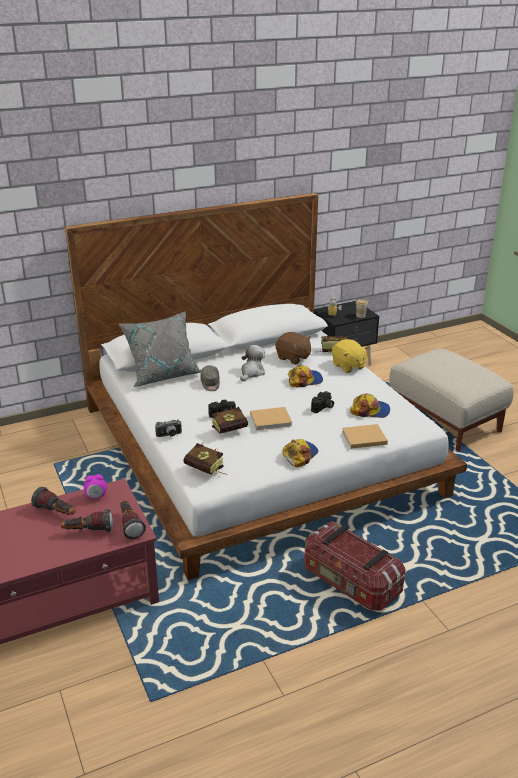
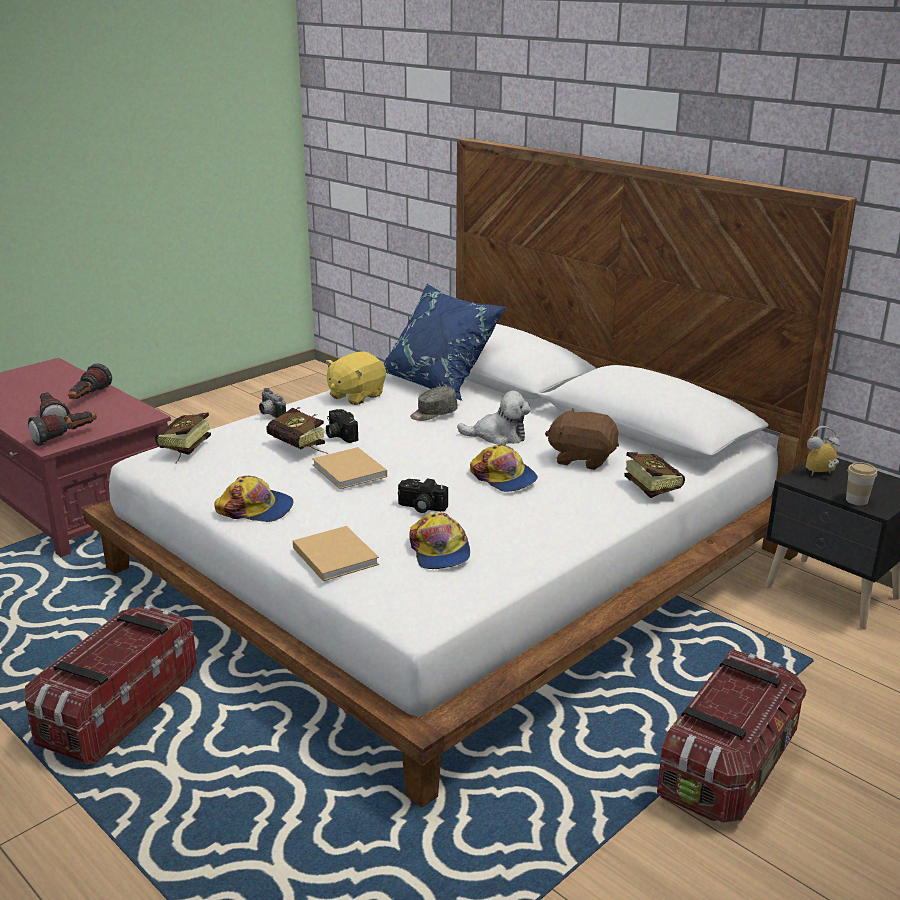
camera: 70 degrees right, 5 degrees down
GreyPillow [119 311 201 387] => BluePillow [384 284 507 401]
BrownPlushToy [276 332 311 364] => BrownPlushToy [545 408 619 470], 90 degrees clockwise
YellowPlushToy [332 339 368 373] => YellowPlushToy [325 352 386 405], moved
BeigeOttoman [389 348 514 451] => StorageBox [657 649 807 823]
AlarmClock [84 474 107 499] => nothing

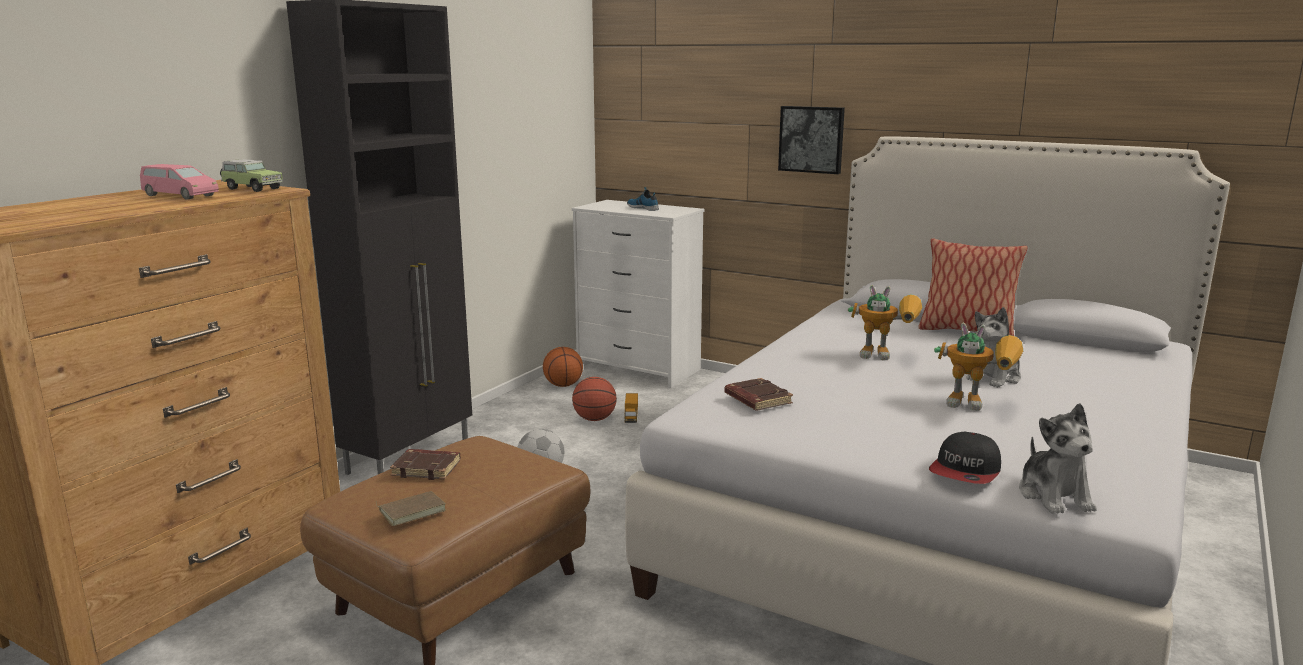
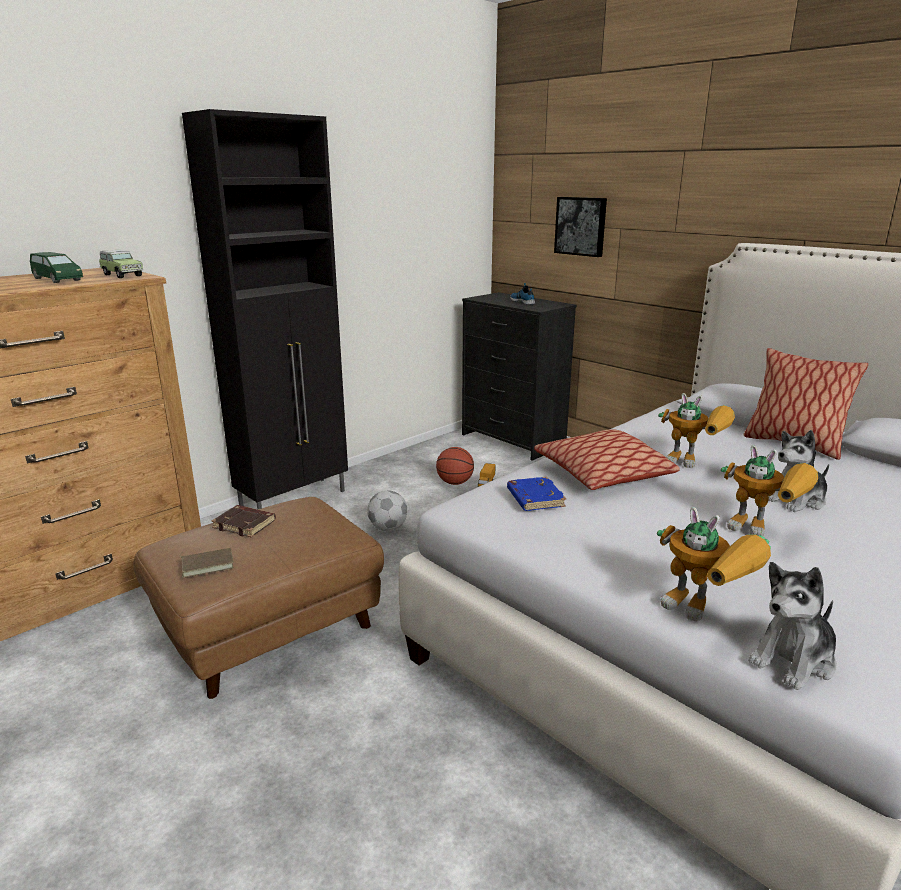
camera: 15 degrees right, 5 degrees up
Picture [778 106 845 174] => Picture [554 197 607 257], moved
PinkToyCar [140 164 219 200] => GreenToyCar [30 252 83 283]
WhiteDresser [572 200 705 388] => BlackDresser [462 292 577 461]
Basketball [543 347 583 387] => nothing
BrownBook [725 378 793 410] => BlueBook [507 477 566 511]
PlushToy [1019 403 1097 514] => PlushToy [748 562 837 690], 45 degrees clockwise
Cap [929 432 1001 484] => ToyRobot [657 507 771 622]
nothing => Pillow [534 429 680 490]

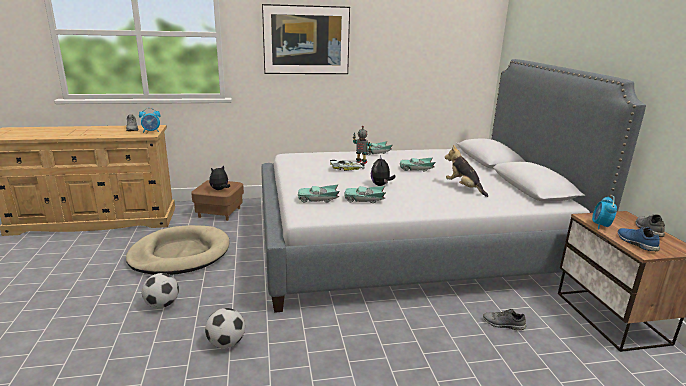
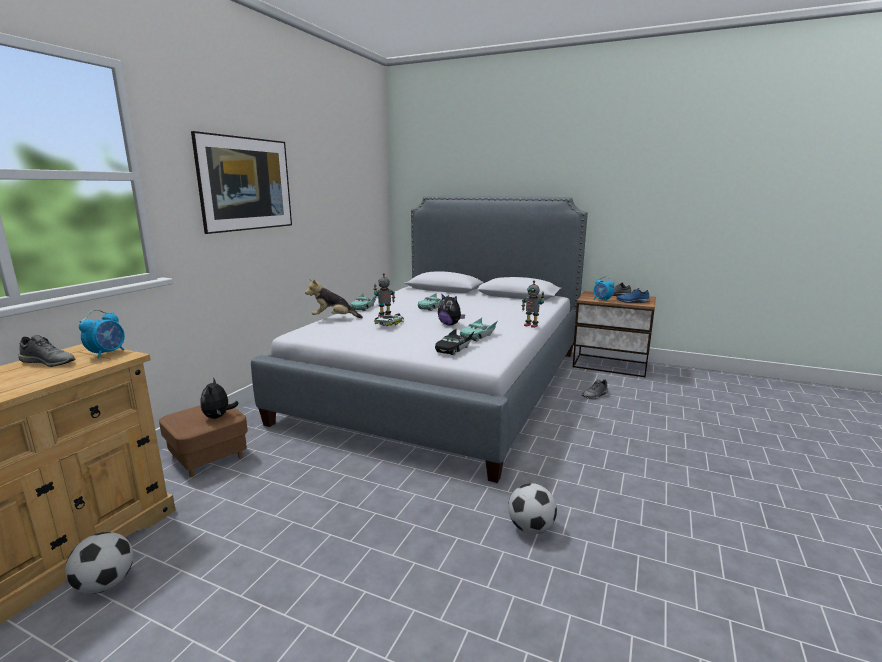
camera: 55 degrees left, 5 degrees down
PlushToy [445 145 488 197] => PlushToy [305 279 363 318], moved
TurquoiseToyCar [298 184 340 203] => BlackToyCar [435 328 474 355]
BeigeDogBed [126 225 229 275] => nothing
Football [142 273 179 308] => Football [65 532 133 594], moved
nothing => ToyRobot [522 280 545 328]

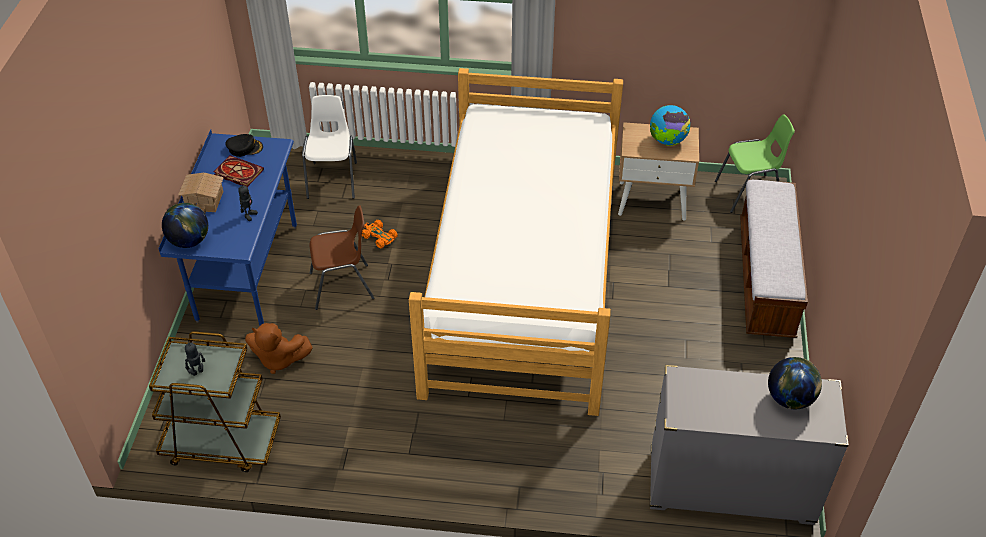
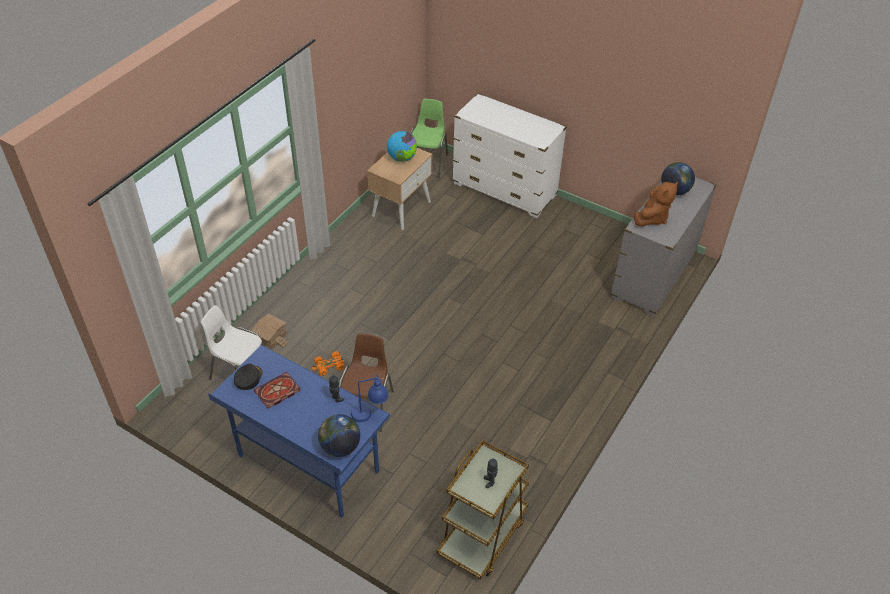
camera: 65 degrees left, 0 degrees up
Bed [409 68 623 416] => nothing
ToyHouse [178 173 224 213] => ToyHouse [251 314 288 349], moved
Bench [740 179 808 338] => WhiteDresser [452 93 567 218]
BrownPlushToy [245 323 313 374] => BrownPlushToy [634 182 678 226], moved
nothing => BlueTableLamp [351 375 388 422]

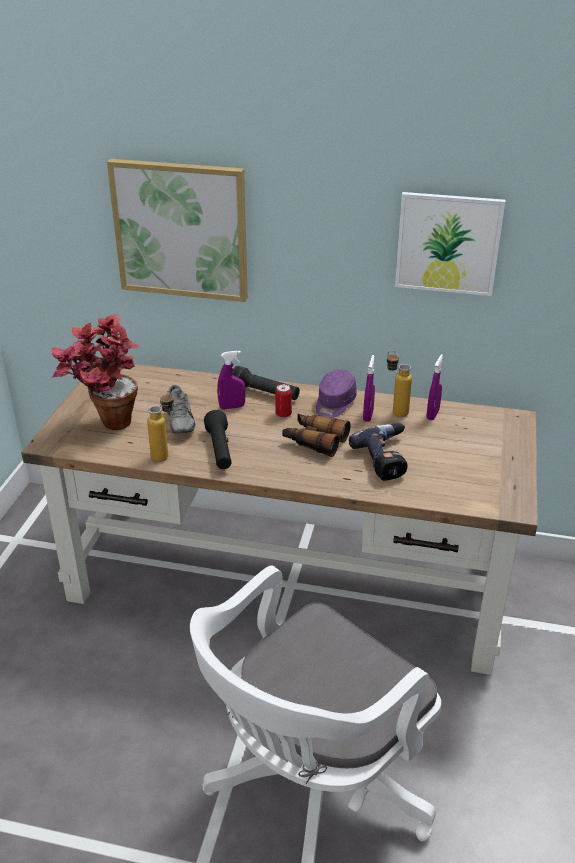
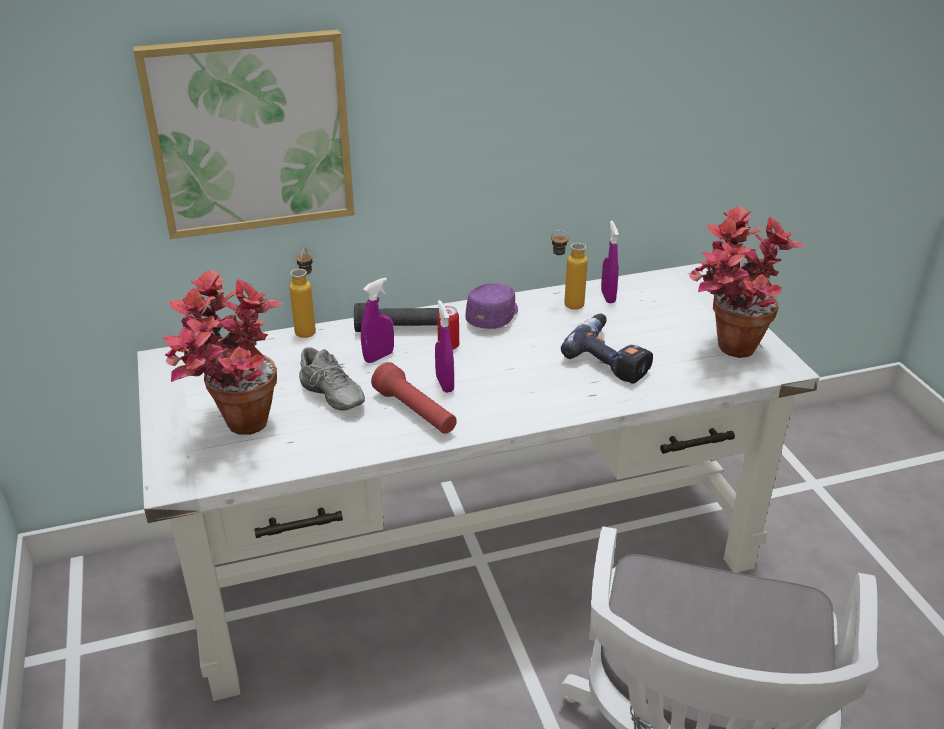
camera: 30 degrees left, 0 degrees up
Picture [395 192 505 296] => nothing
PurpleSprayBottle [363 355 375 422] => PurpleSprayBottle [435 300 454 393], moved
BrownDesk [21 364 537 675] => WhiteDesk [137 263 820 701]
PurpleCap [316 369 357 418] => PurpleCap [466 283 518 329], 150 degrees counterclockwise
Bottle [147 391 173 462] => Bottle [289 248 316 338], moved
BlackFlashlight [204 410 232 469] => RedFlashlight [371 362 457 434]
Binoculars [282 414 350 457] => nothing
nothing => PottedPlant [689 207 805 358]

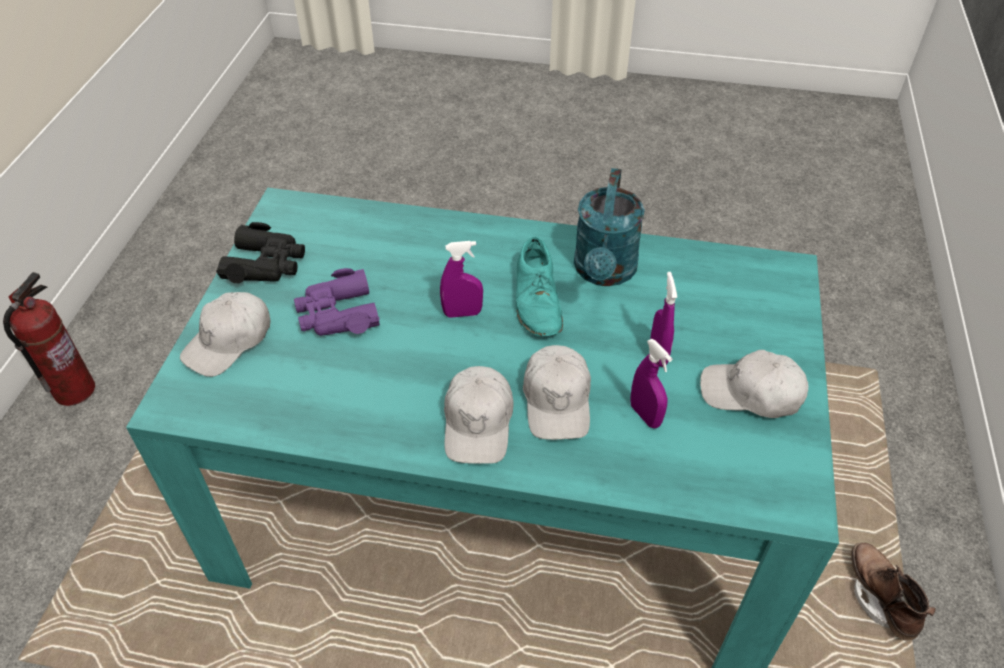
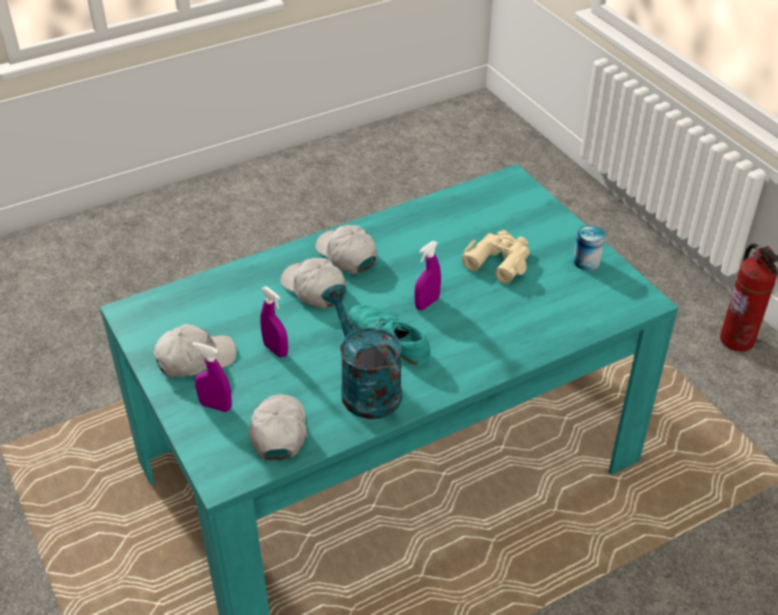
camera: 140 degrees right, 5 degrees down
BlackBinoculars [216 222 305 283] => Can [573 225 605 271]
PurpleBinoculars [294 268 380 336] => BeigeBinoculars [462 230 530 284]
WhiteCap [180 292 270 377] => WhiteCap [249 394 307 461], moved
PurpleSprayBottle [630 339 672 429] => PurpleSprayBottle [192 342 232 412], moved
BrownBoot [851 542 936 640] => nothing

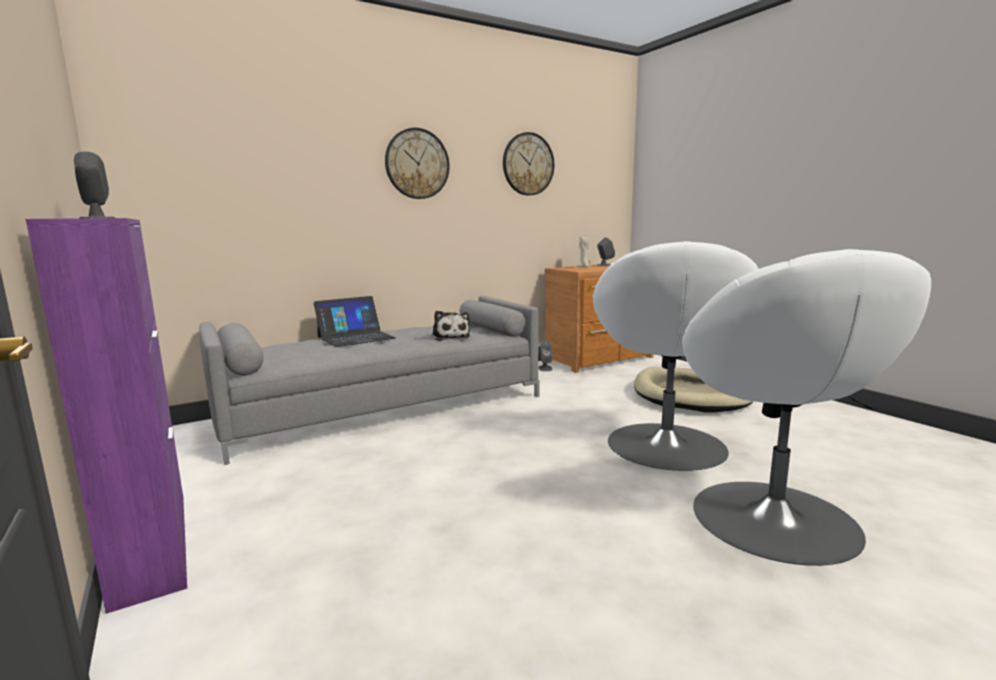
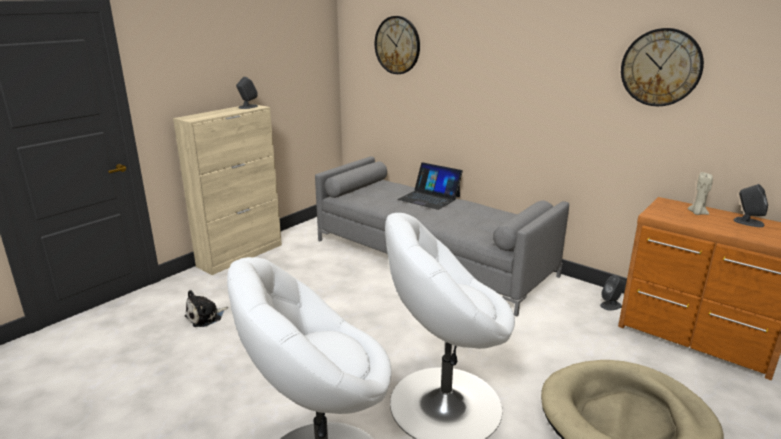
camera: 70 degrees right, 10 degrees up
WallClock [385 128 450 199] => WallClock [375 16 420 74], moved
PurpleCabinet [25 218 187 614] => BeigeCabinet [173 104 282 275]
PlushToy [432 311 470 341] => PlushToy [185 290 228 327], moved

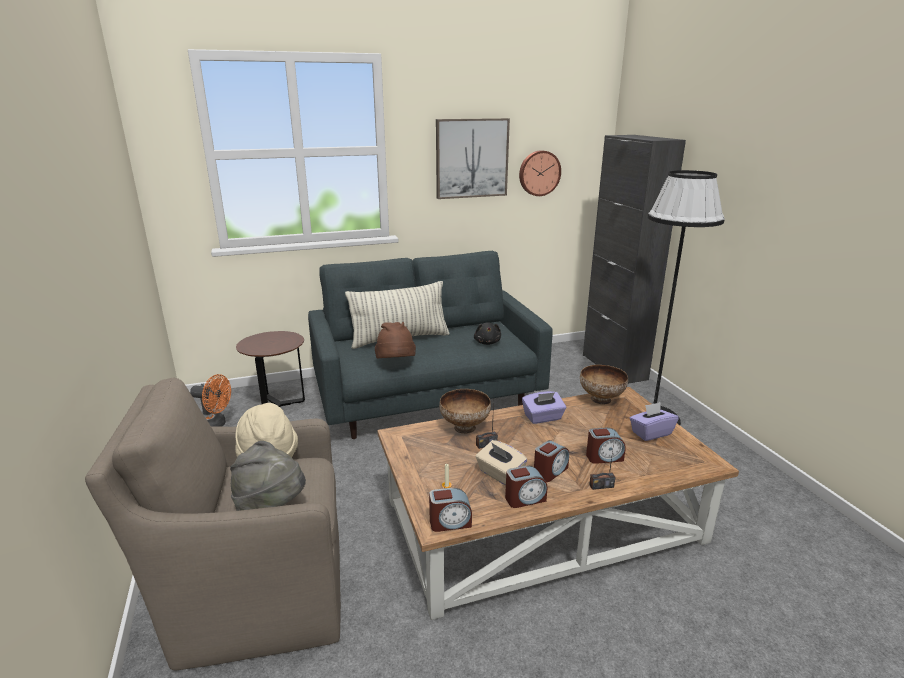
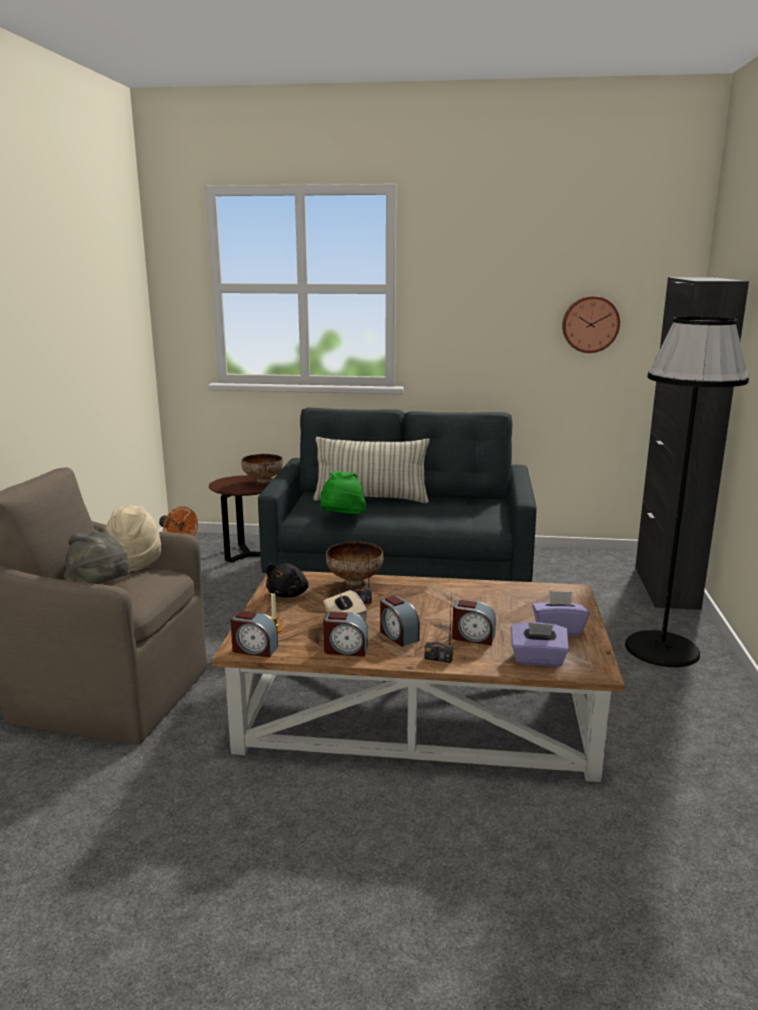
camera: 25 degrees right, 5 degrees down
Picture [436 118 510 199] => nothing
BrownHat [375 322 416 359] => GreenHat [320 471 366 514]
BlackPlushToy [474 322 501 345] => BlackPlushToy [266 563 309 598], moved
Bowl [580 365 628 404] => Bowl [241 454 283 485], moved
PurpleTissueBox [522 391 566 424] => PurpleTissueBox [511 622 569 667], moved
AlarmClock [534 440 569 482] => AlarmClock [380 596 420 647], 75 degrees clockwise

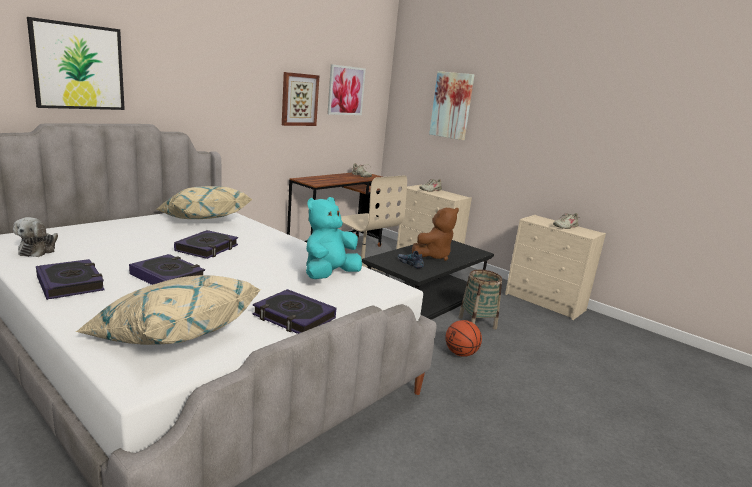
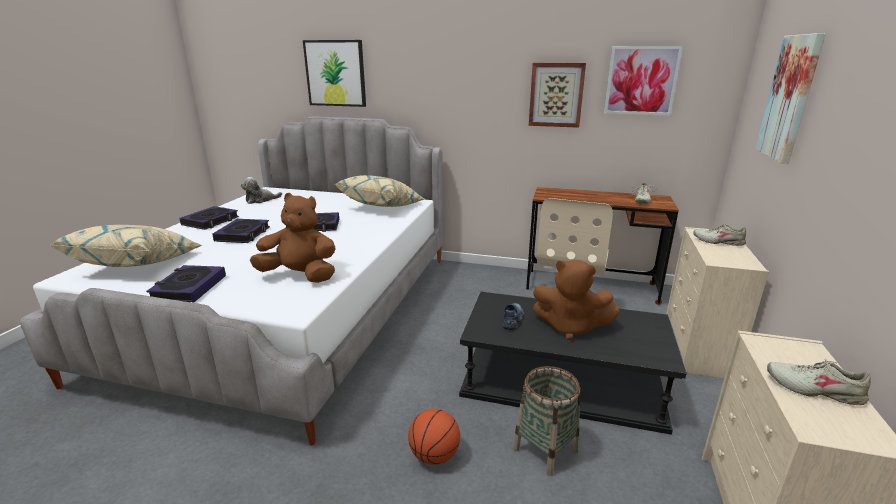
camera: 65 degrees right, 5 degrees up
TurquoisePlushToy [306 197 362 279] => BrownPlushToy [250 193 336 283]

